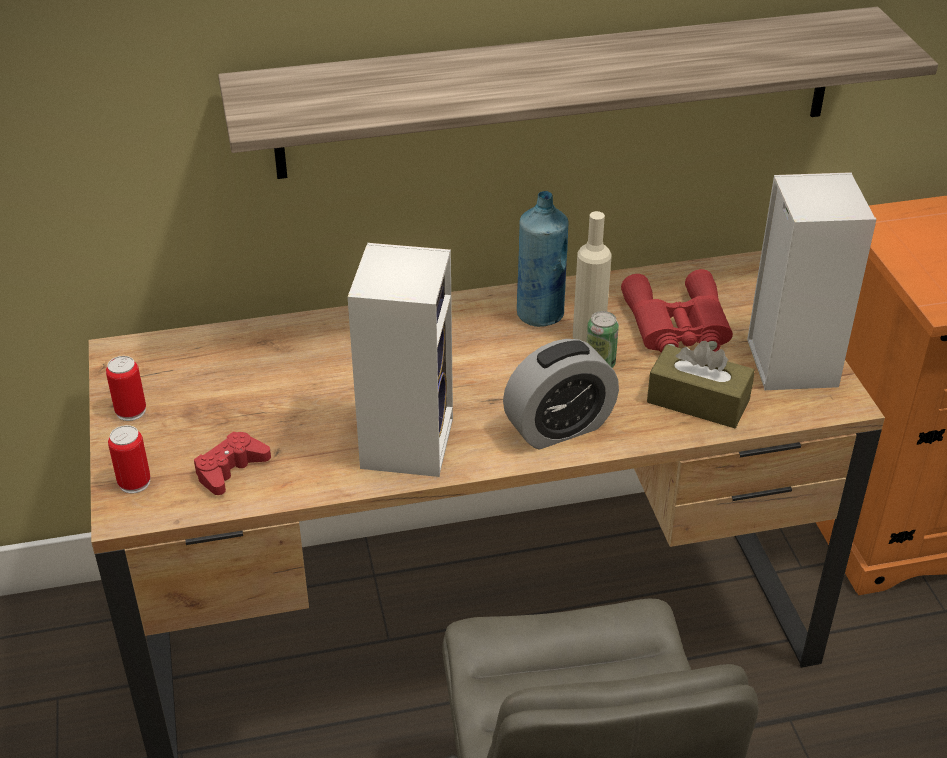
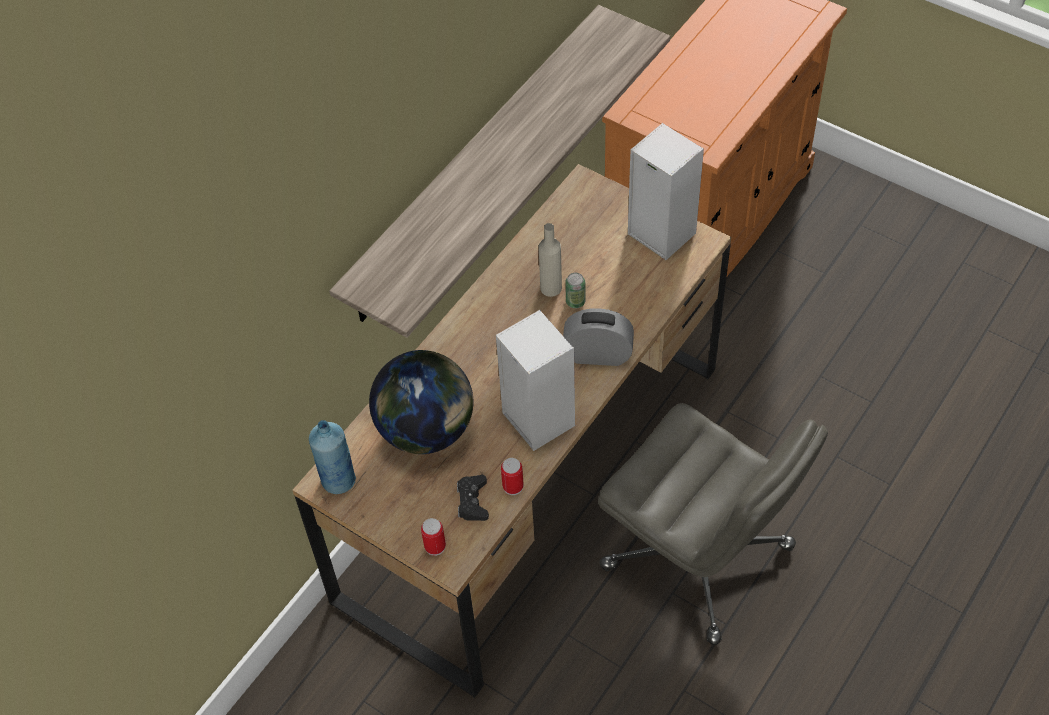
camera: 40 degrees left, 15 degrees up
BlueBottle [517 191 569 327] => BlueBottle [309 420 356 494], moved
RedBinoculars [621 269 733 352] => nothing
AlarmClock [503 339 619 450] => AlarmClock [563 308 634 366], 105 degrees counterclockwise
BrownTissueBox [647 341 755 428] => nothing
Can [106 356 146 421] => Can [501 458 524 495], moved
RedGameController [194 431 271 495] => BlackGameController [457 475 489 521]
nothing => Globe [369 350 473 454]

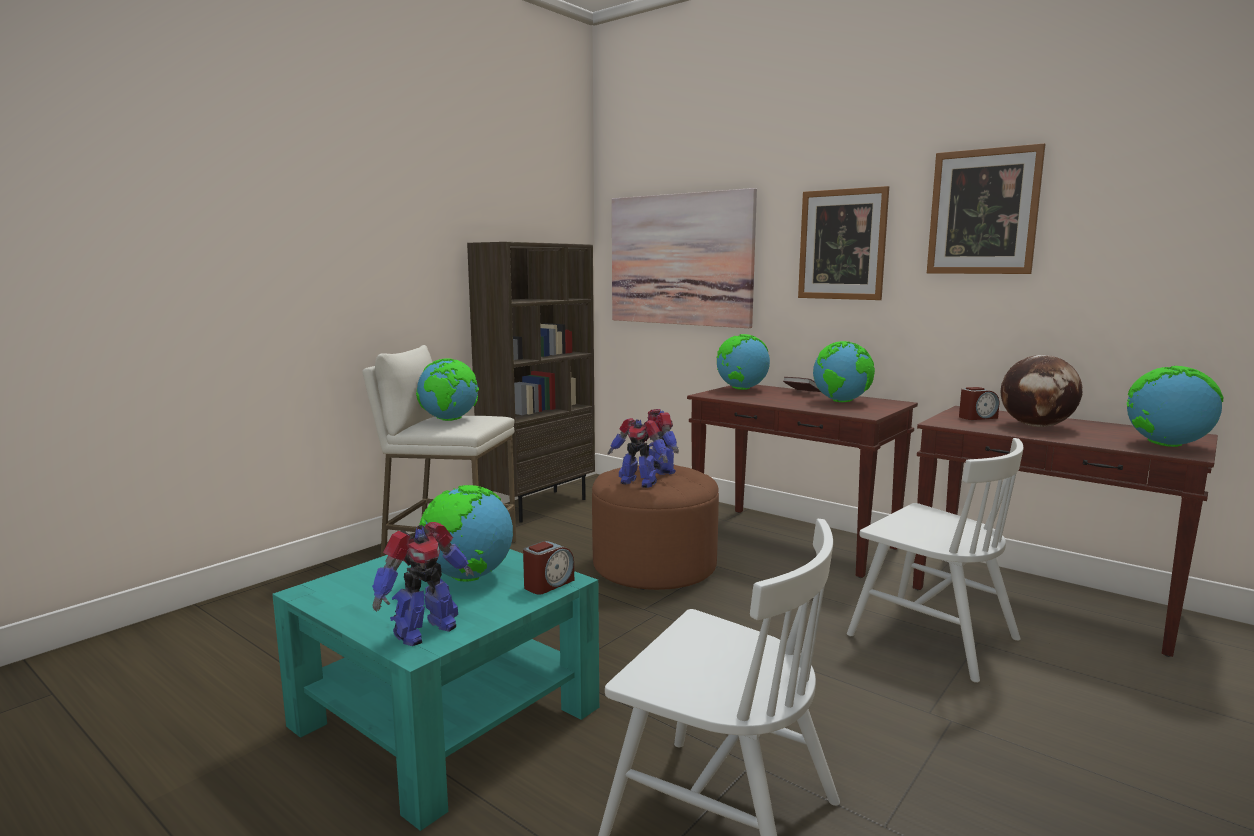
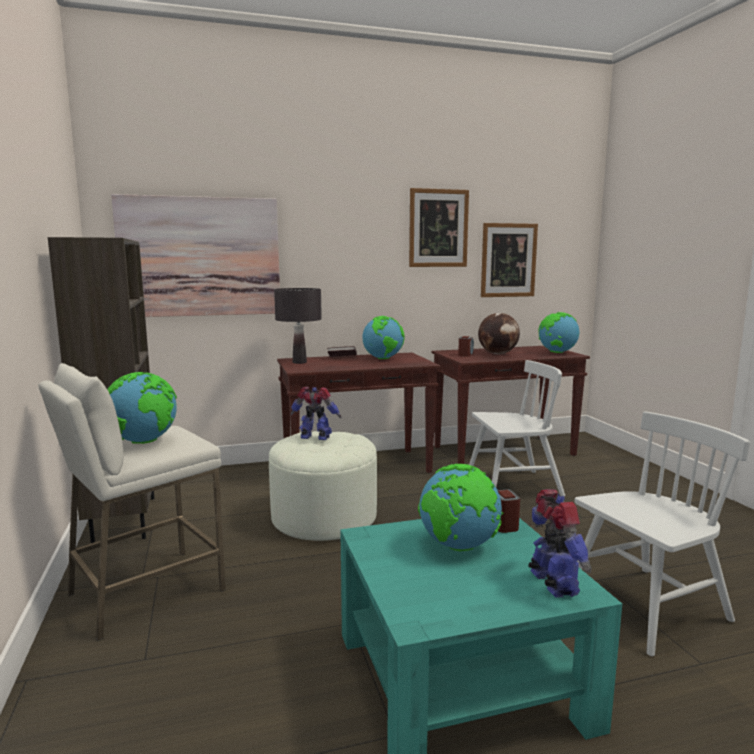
camera: 55 degrees left, 0 degrees up
Picture [798 186 889 300] => Picture [481 223 538 297], moved
Globe [717 334 770 390] => BlackTableLamp [274 288 322 364]
ToyRobot [608 418 668 488] => nothing
BrownOttoman [592 465 719 590] => WhiteOttoman [269 431 377 541]

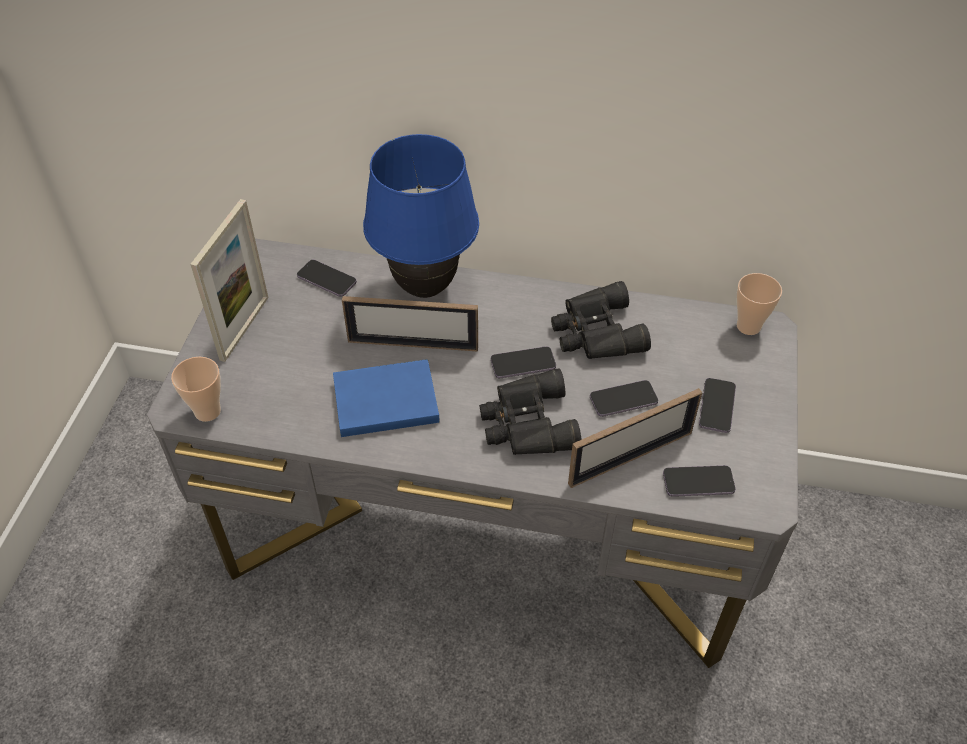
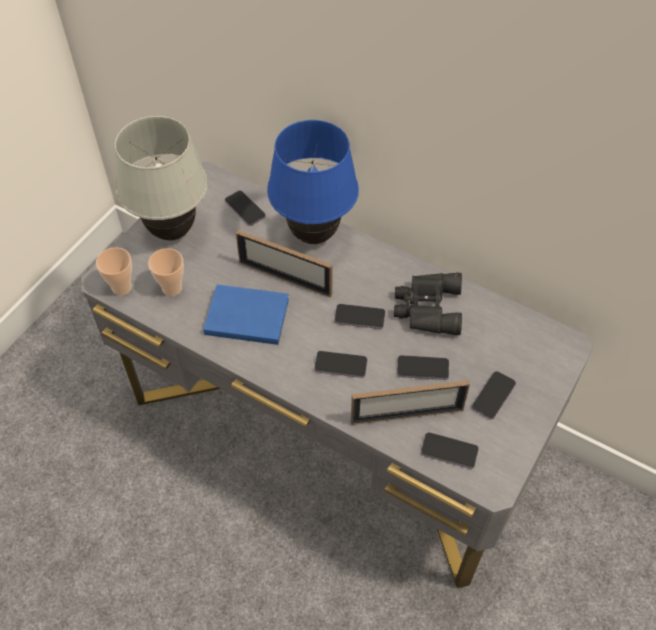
camera: 20 degrees right, 5 degrees up
PictureFrame [190 199 269 362] => WhiteTableLamp [115 116 208 240]
Cup [737 273 782 335] => Cup [148 248 184 296], moved
BlackBinoculars [479 369 582 455] => Phone [314 351 367 378]

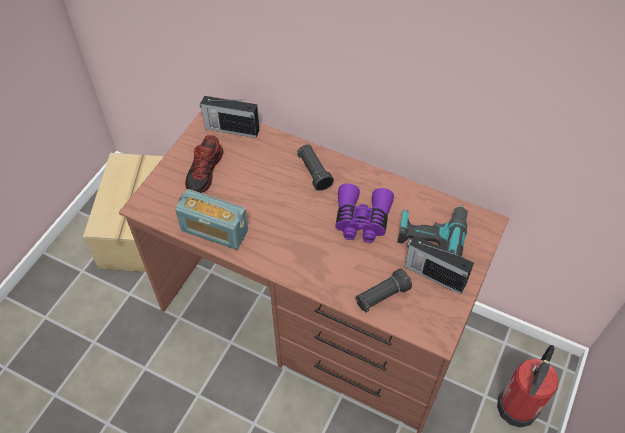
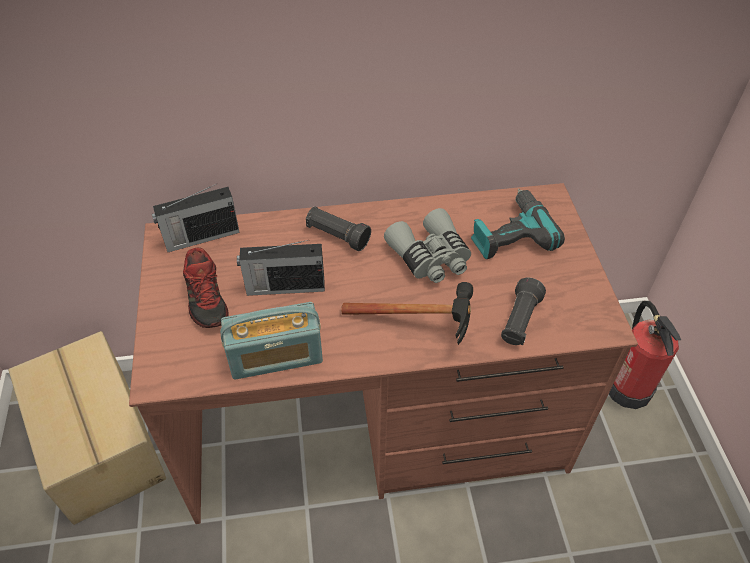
camera: 35 degrees left, 5 degrees down
PurpleBinoculars [335 183 394 243] => GreyBinoculars [384 208 471 283]
Radio [405 235 474 295] => Radio [237 240 325 296], moved
nothing => Hammer [341 282 473 345]

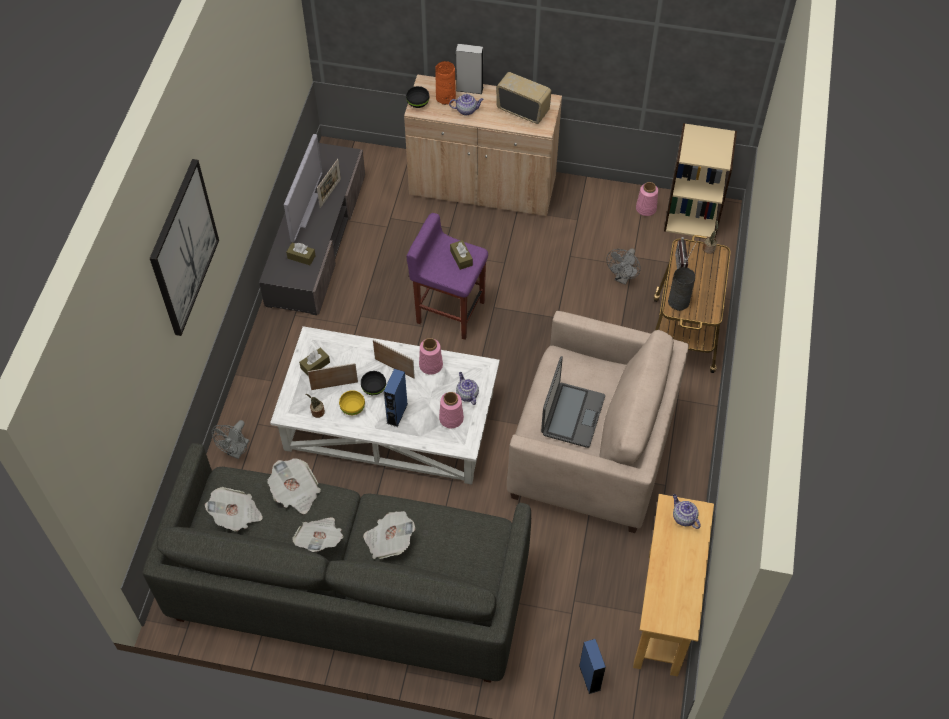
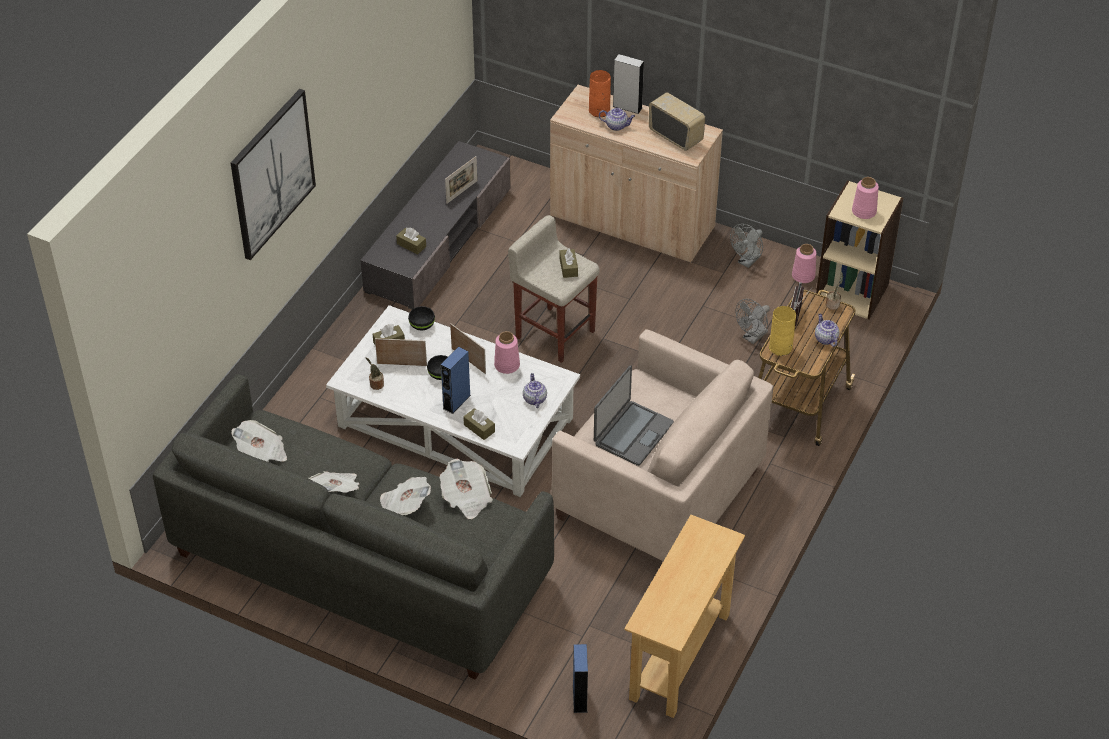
camera: 15 degrees right, 10 degrees down
BlackBowl [406 86 430 108] => BlackBowl [408 306 435 331], moved
Television [284 134 323 242] => nothing
PurpleStool [406 213 488 340] => BeigeStool [508 215 600 363]
GreyVase [668 267 695 311] => YellowVase [769 306 796 356]
YellowBowl [339 390 365 415] => nothing
PinkVase [439 392 464 428] => PinkVase [852 177 879 219], moved
GreyFan [211 420 249 459] => GreyFan [730 224 763 268], moved
Newspaper [268 458 321 514] => Newspaper [440 459 493 519], moved
Teapot [673 494 701 529] => Teapot [815 314 840 347], moved
nothing => BrownTissueBox [463 408 495 440]

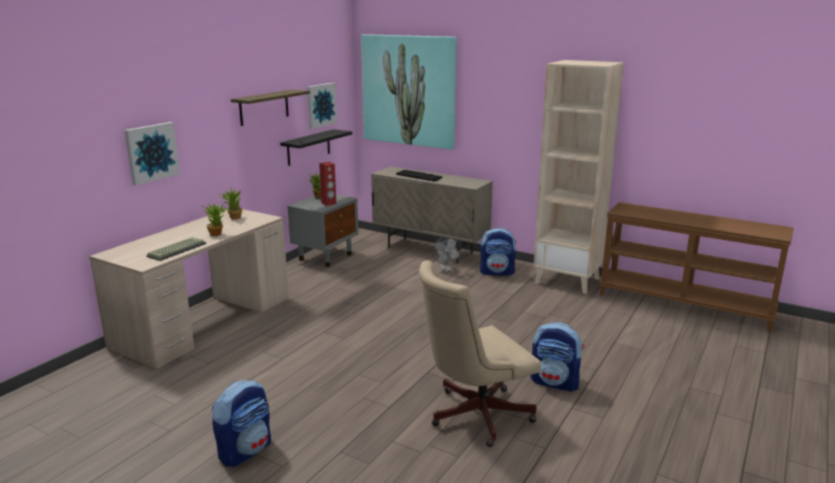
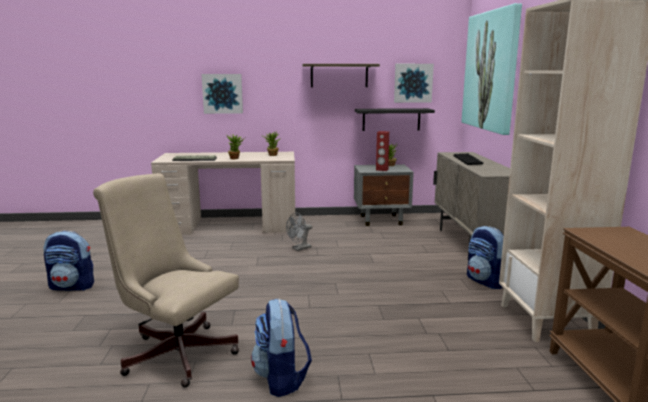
camera: 55 degrees right, 5 degrees down
GreyFan [433 237 461 272] => GreyFan [286 213 312 251], moved

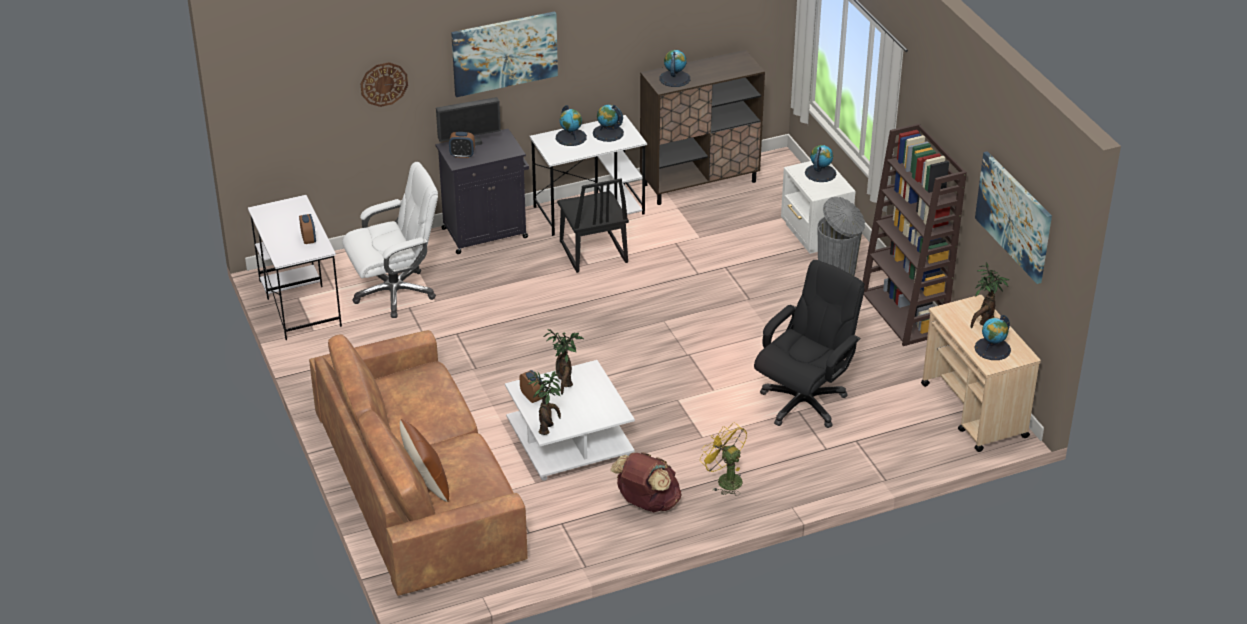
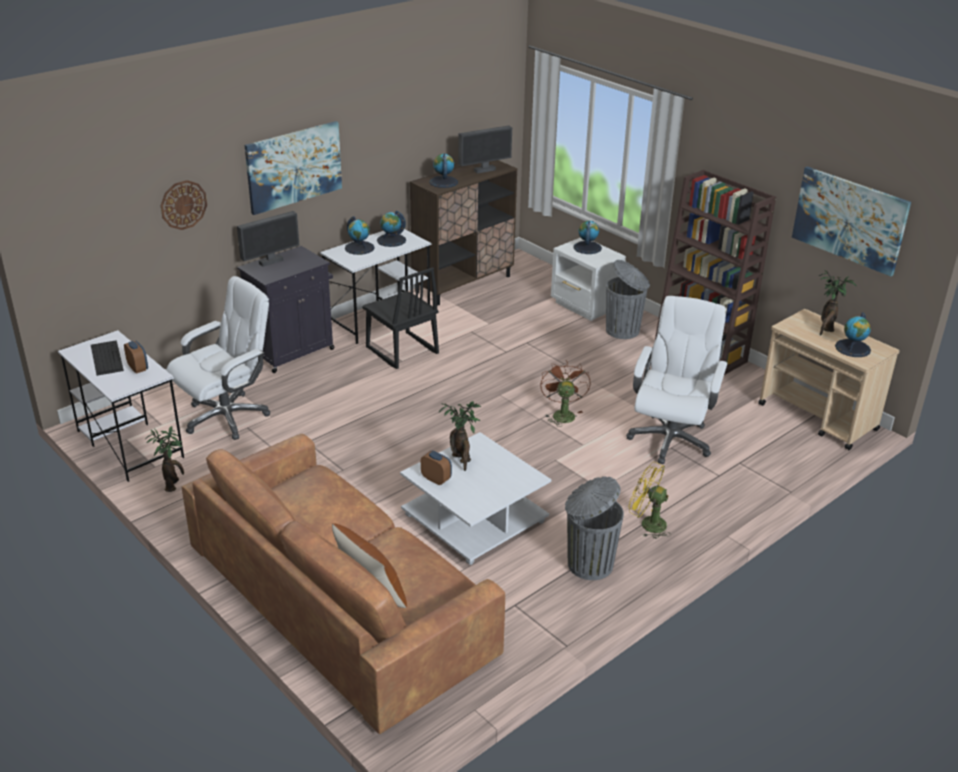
camera: 20 degrees left, 5 degrees down
AlarmClock [449 132 475 158] => nothing
BlackOfficeChair [754 260 865 428] => WhiteOfficeChair [626 296 728 464]
PottedPlant [527 371 562 435] => PottedPlant [145 426 184 492], moved
BrownBackpack [610 452 682 512] => GreyTrashCan [565 476 624 580]
nothing => Monitor [458 125 512 174]
nothing => Keyboard [91 340 124 376]
nothing => BrownFan [540 361 591 427]

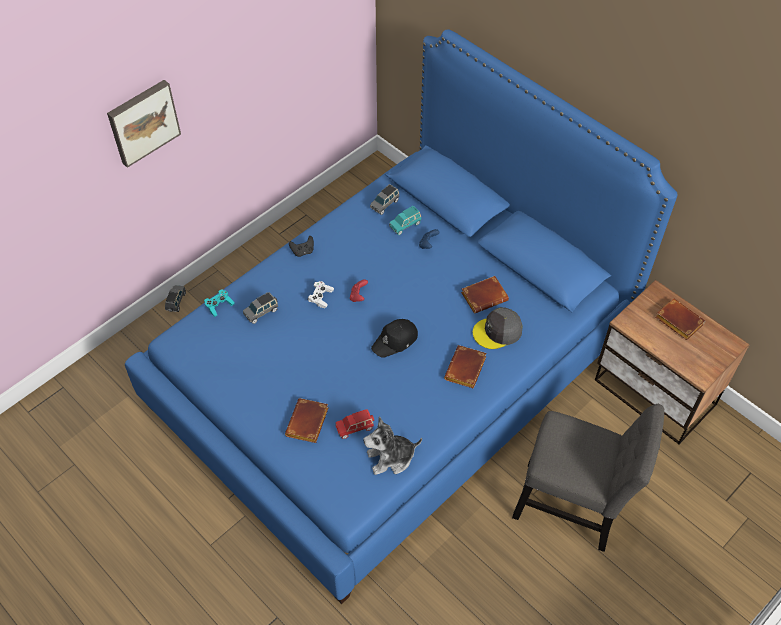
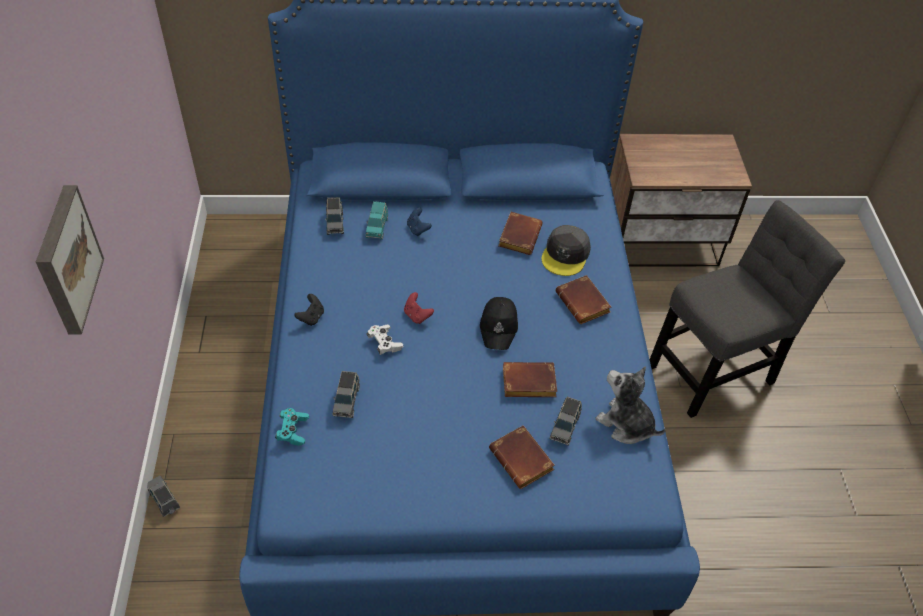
camera: 50 degrees left, 5 degrees down
BrownBook [656 299 705 340] => BrownBook [503 362 557 397], moved
RedToyCar [335 409 374 439] => GreyToyCar [550 397 582 446]
PlushToy [363 416 422 475] => PlushToy [595 366 666 444], 105 degrees clockwise

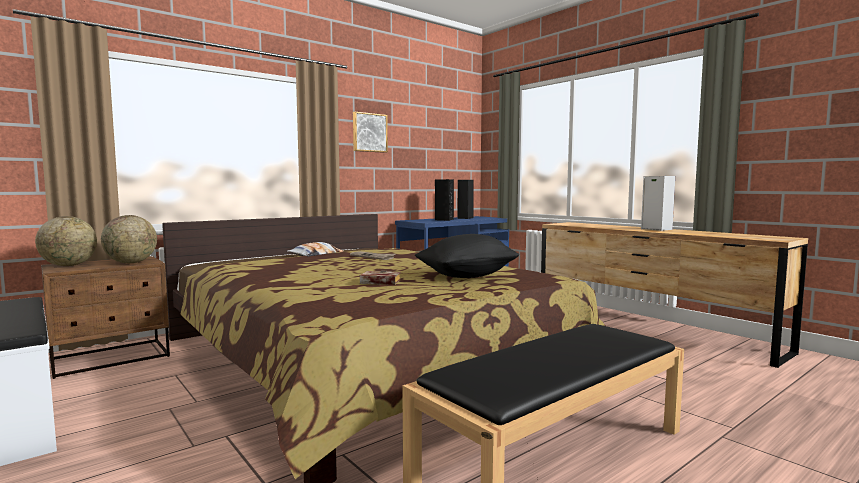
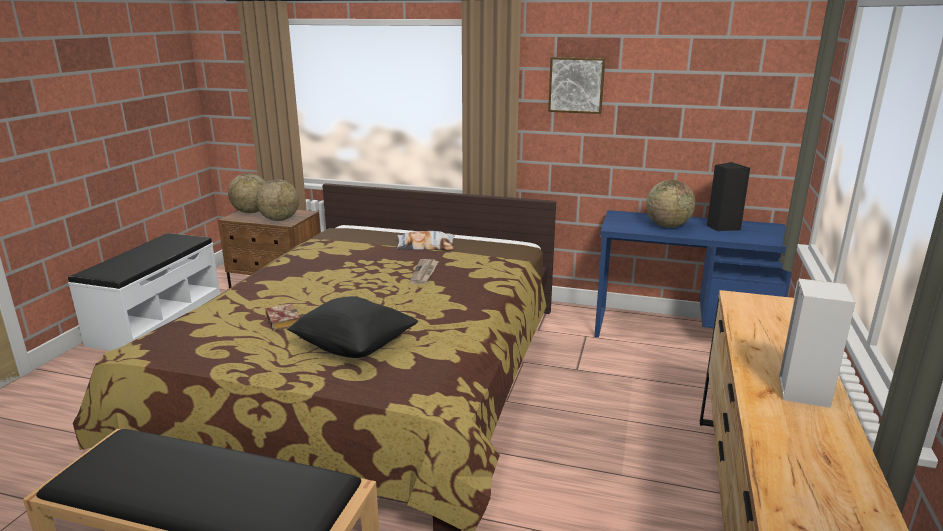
camera: 55 degrees right, 15 degrees up
BlackSpeaker [435 179 454 221] => Globe [646 180 695 228]

